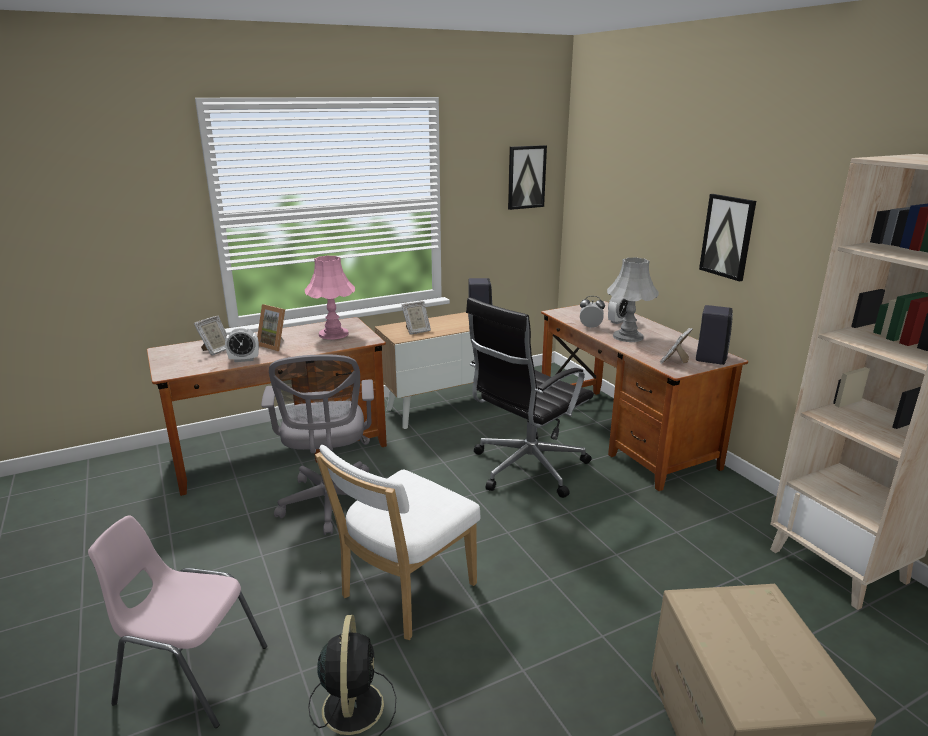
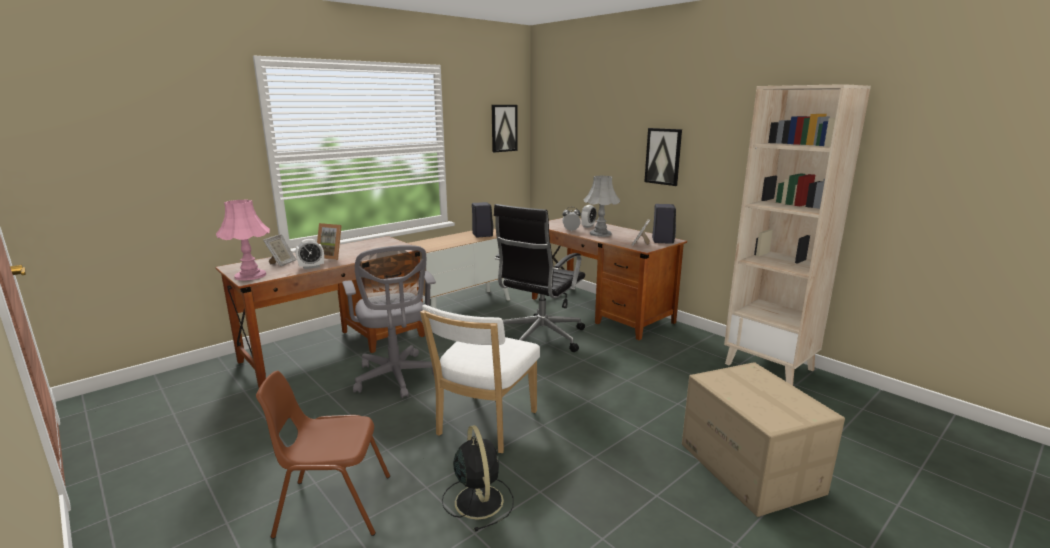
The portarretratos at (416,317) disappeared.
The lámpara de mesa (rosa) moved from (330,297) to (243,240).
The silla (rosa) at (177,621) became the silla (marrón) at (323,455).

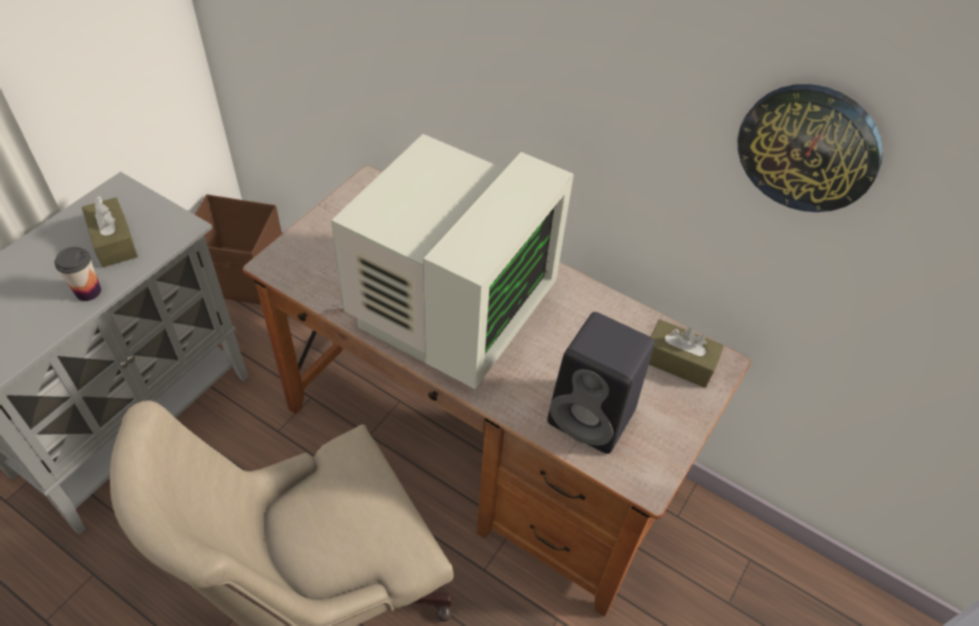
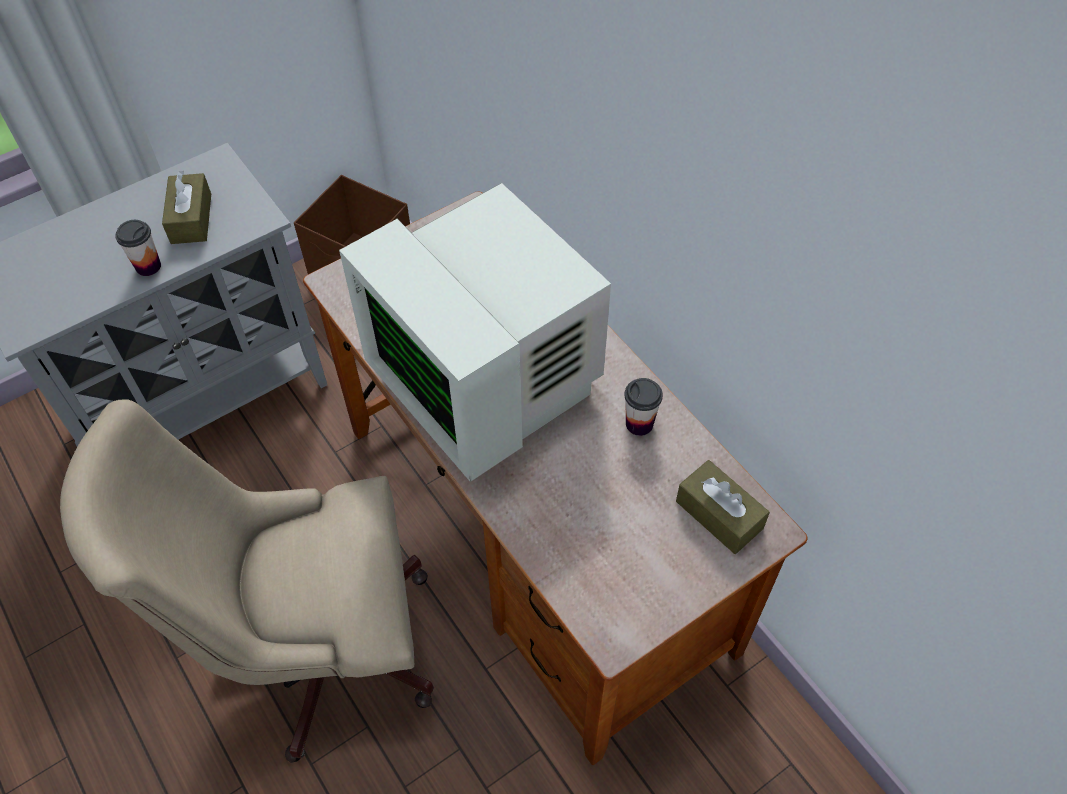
The altavoz (negro) at (601,383) disappeared.
The reloj de pared at (810,148) disappeared.
The taza at (643,407) appeared.
The monitor at (452,261) turned 90 degrees clockwise.

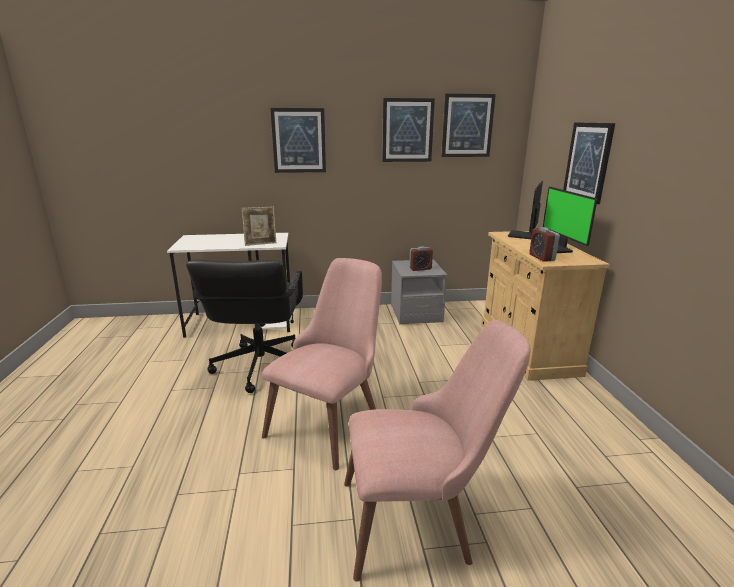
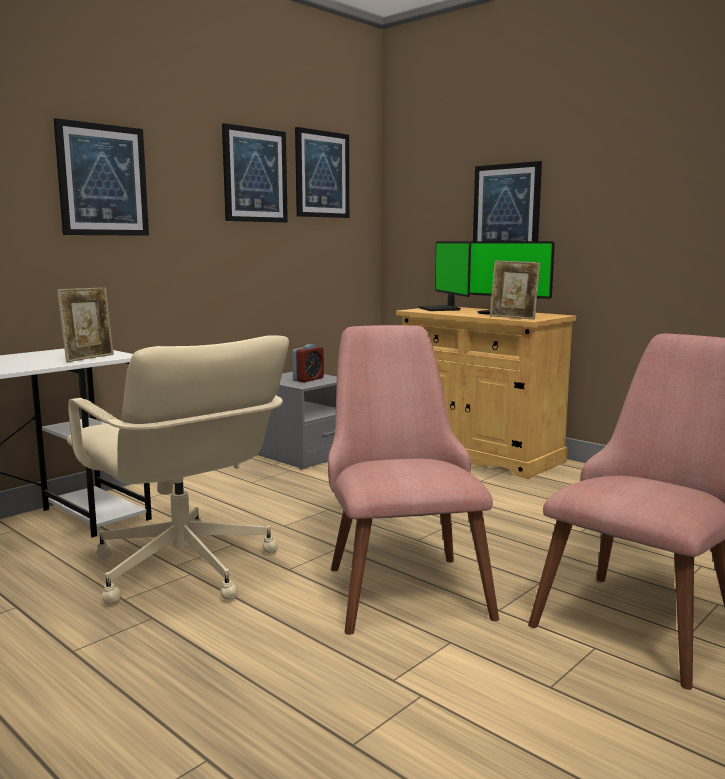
The despertador at (544,244) was replaced by the portarretratos at (515,290).
The silla de oficina (negro) at (244,326) became the silla de oficina (beis) at (178,469).

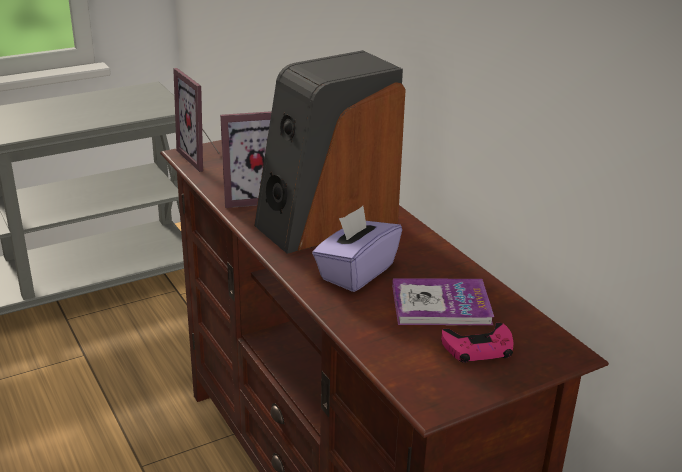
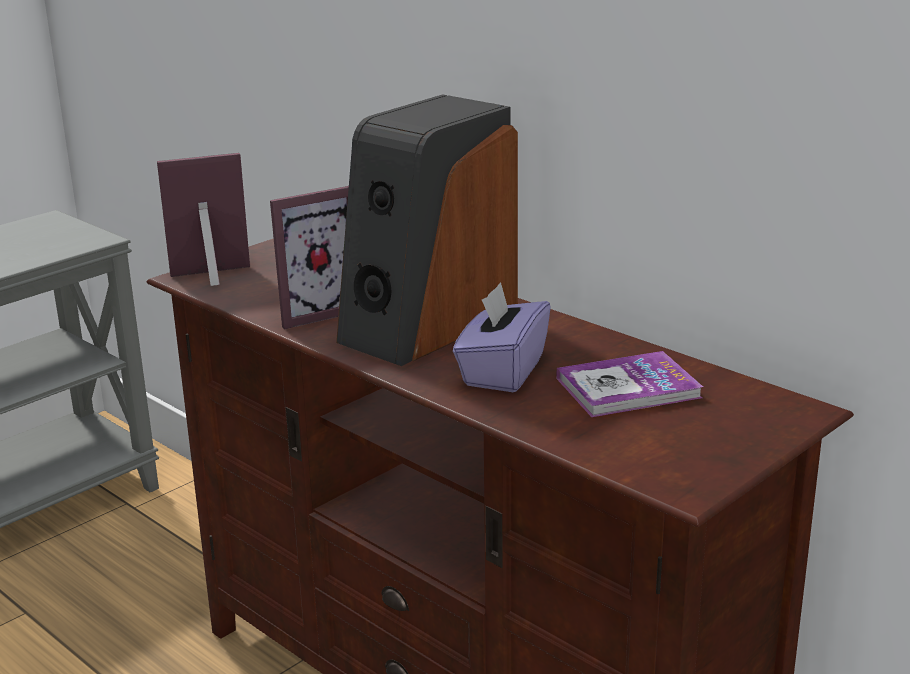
The mando de consola (rosa) at (477,343) disappeared.
The portarretratos at (196,120) turned 120 degrees clockwise.

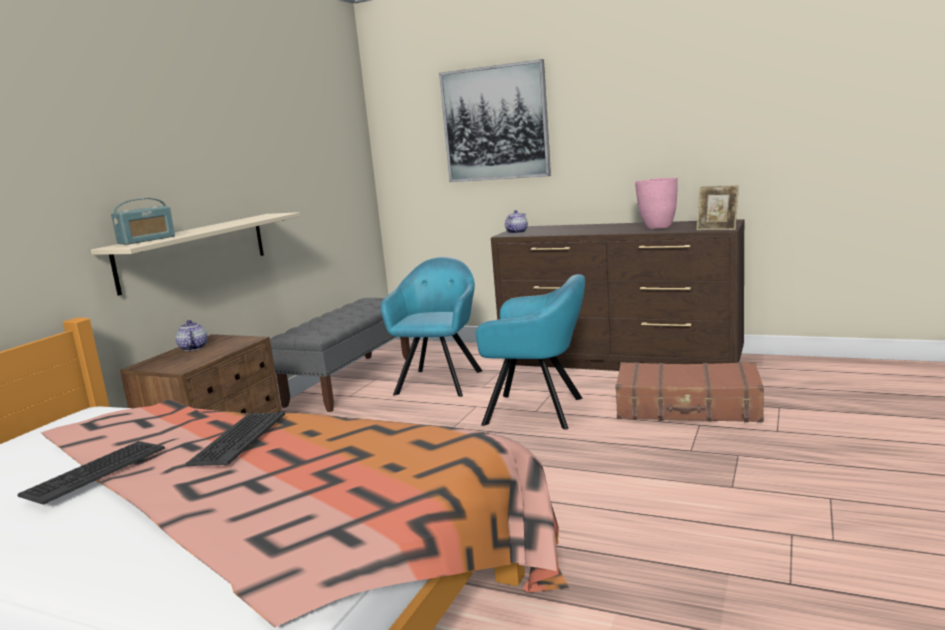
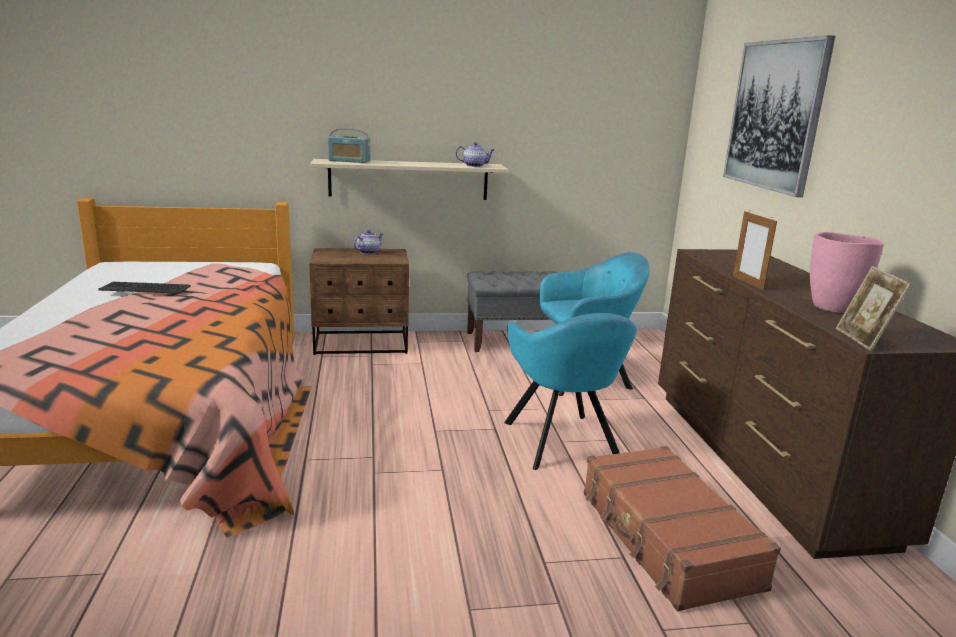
The teclado at (235,439) disappeared.
The portarretratos at (755,250) appeared.
The tetera moved from (516,222) to (475,154).

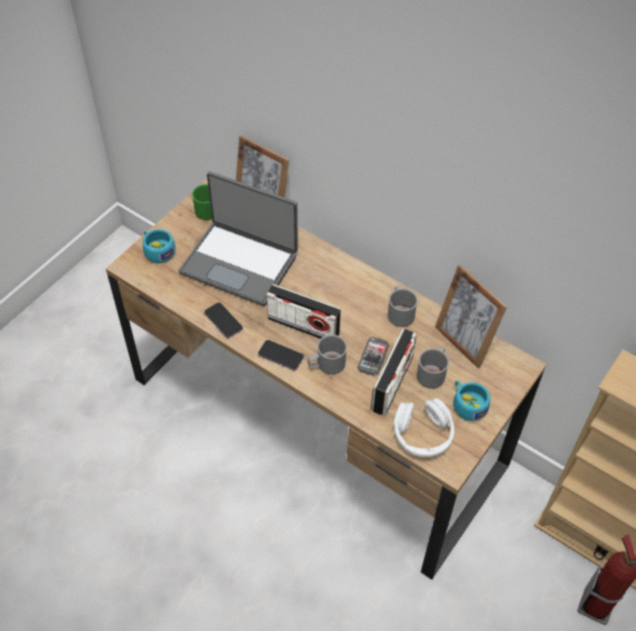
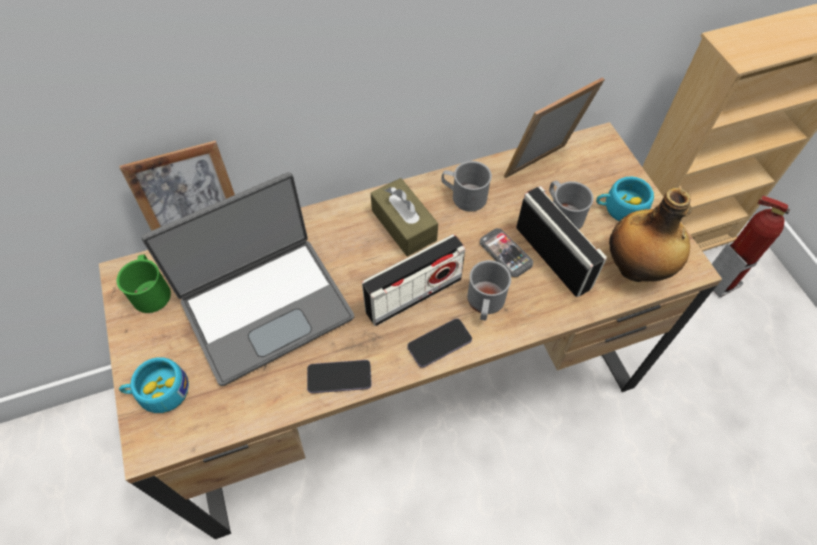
The caja de pañuelos (marrón) at (404,217) appeared.
The auriculares (blanco) at (423,427) was replaced by the botella at (650,235).
The portarretratos at (471,316) turned 150 degrees clockwise.

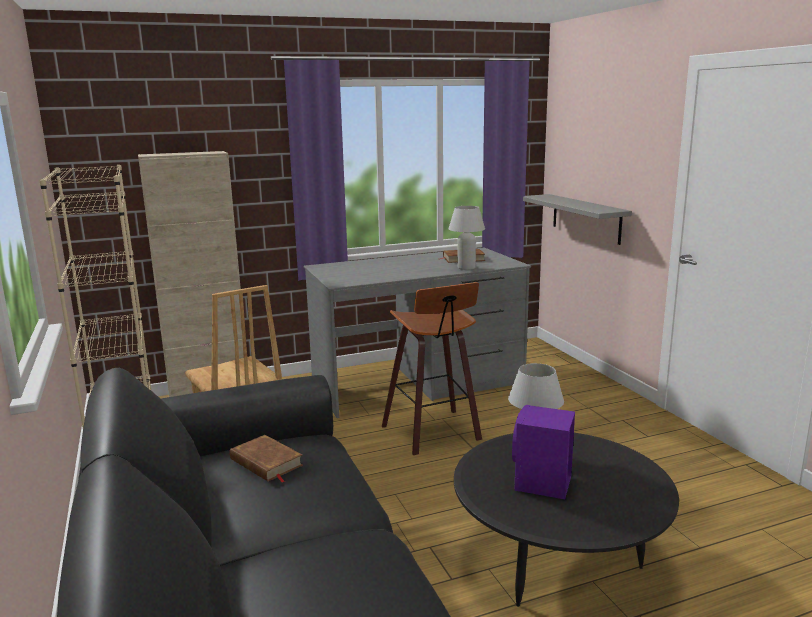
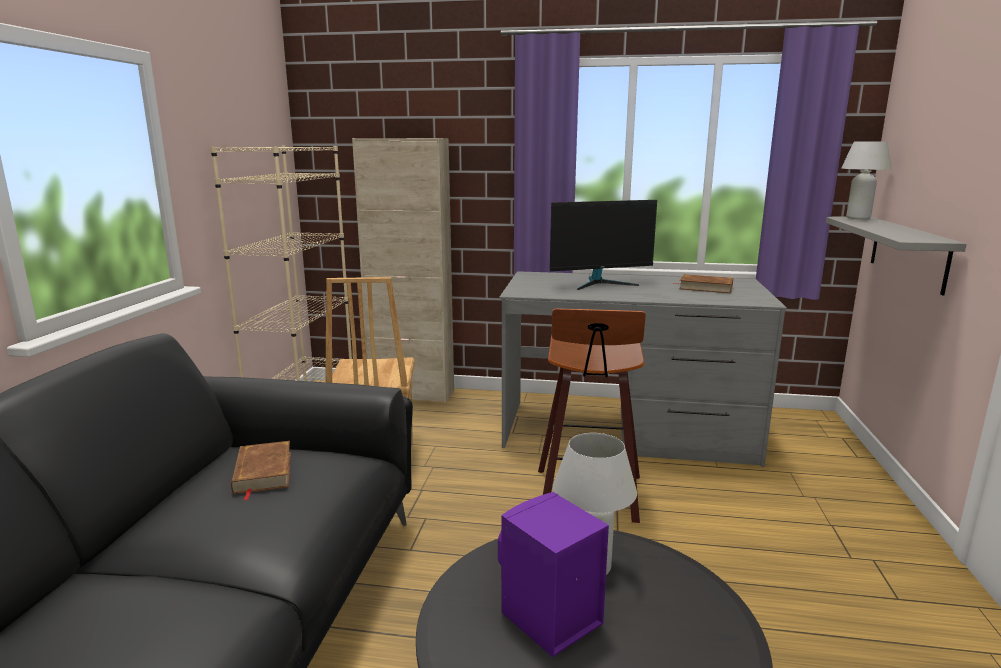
The monitor at (603,245) appeared.
The lámpara de mesa (blanco) moved from (467,238) to (866,180).

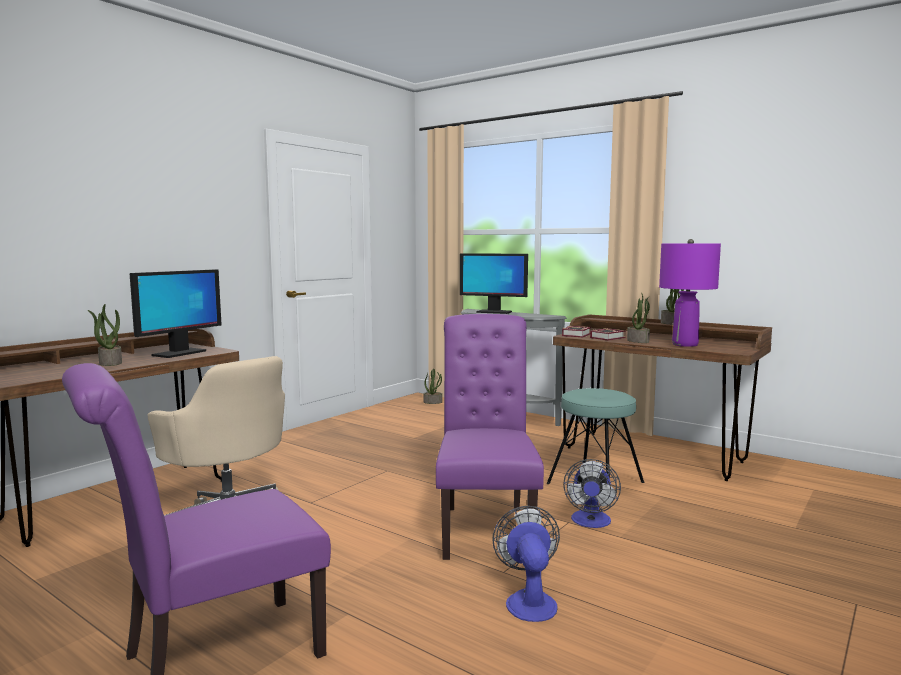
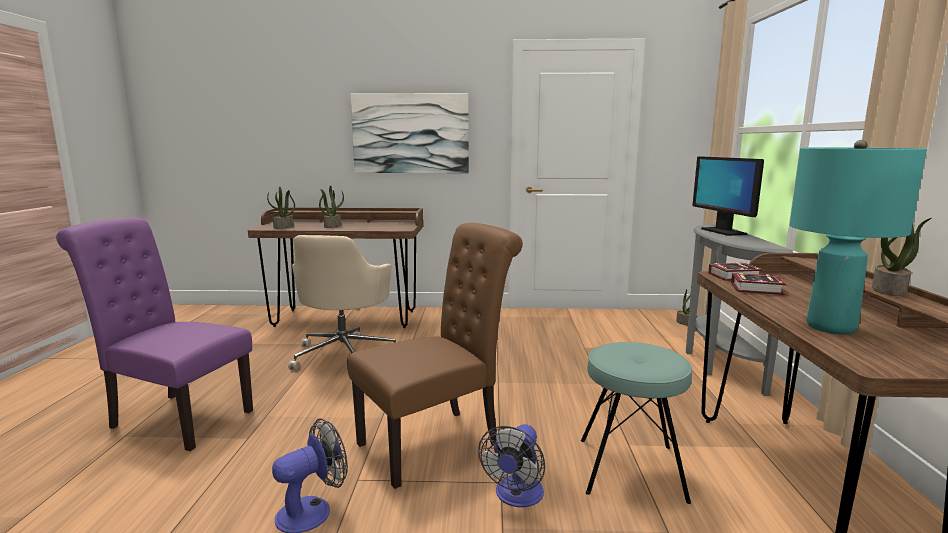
The monitor at (176,313) disappeared.
The cuadro at (410,133) appeared.
The planta en maceta moved from (638,318) to (281,208).
The silla (morado) at (490,437) became the silla (marrón) at (435,356).
The lámpara de mesa (morado) at (690,293) became the lámpara de mesa (turquesa) at (858,237).
The ventilador at (592,493) turned 45 degrees counterclockwise.

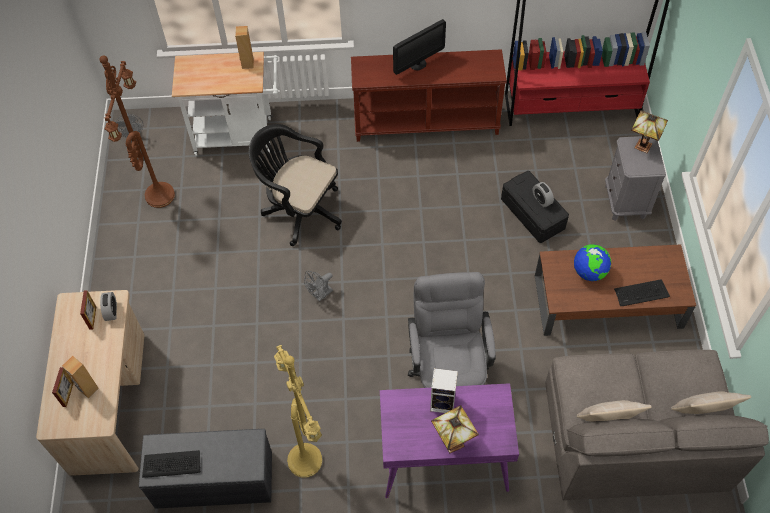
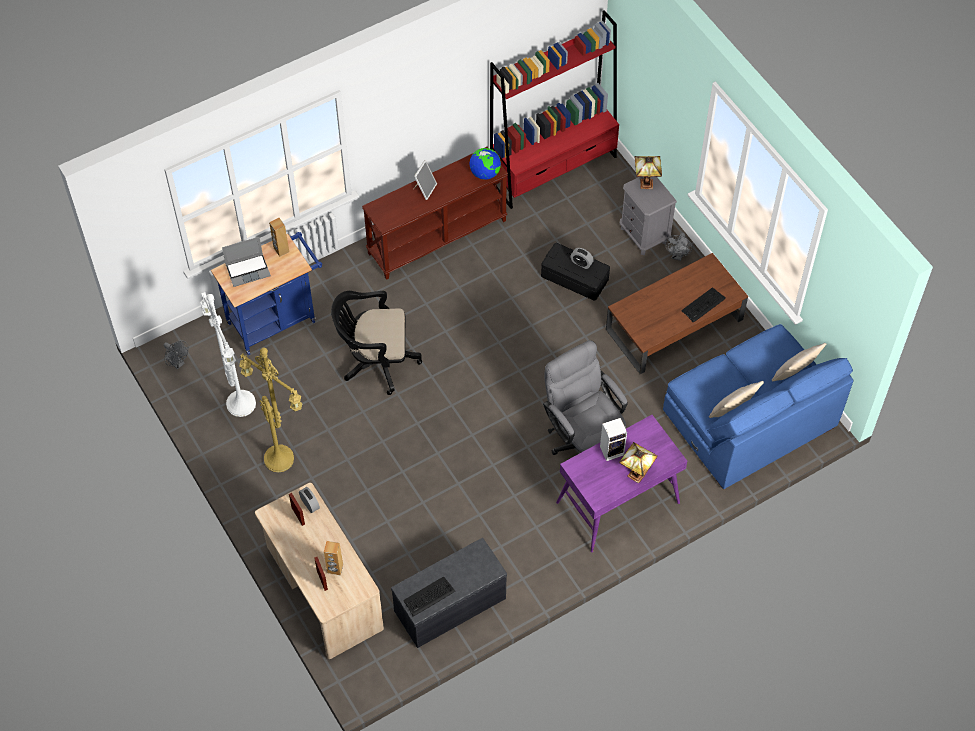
The portátil at (246,262) appeared.
The lámpara de pie (amarillo) moved from (298,411) to (270,410).
The ventilador (gris) moved from (318,286) to (678,246).
The globo terráqueo moved from (592,262) to (485,164).
The monitor at (419,47) was replaced by the portarretratos at (425,180).
The lámpara de pie (marrón) at (137,132) became the lámpara de pie (blanco) at (228,354).
The carrito (blanco) at (225,104) became the carrito (azul) at (266,293).
The sofá (gris) at (657,425) became the sofá (azul) at (758,406).

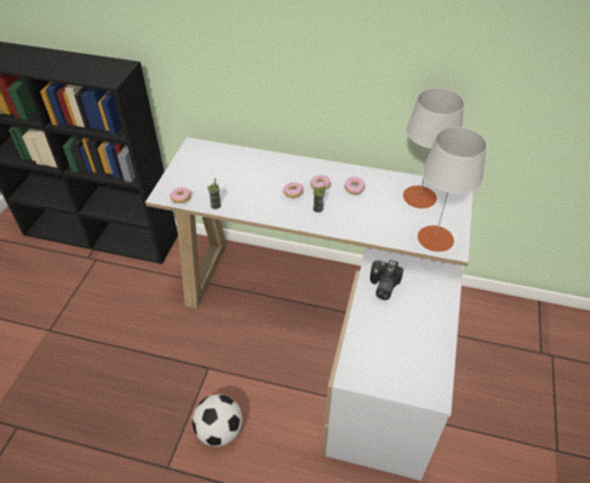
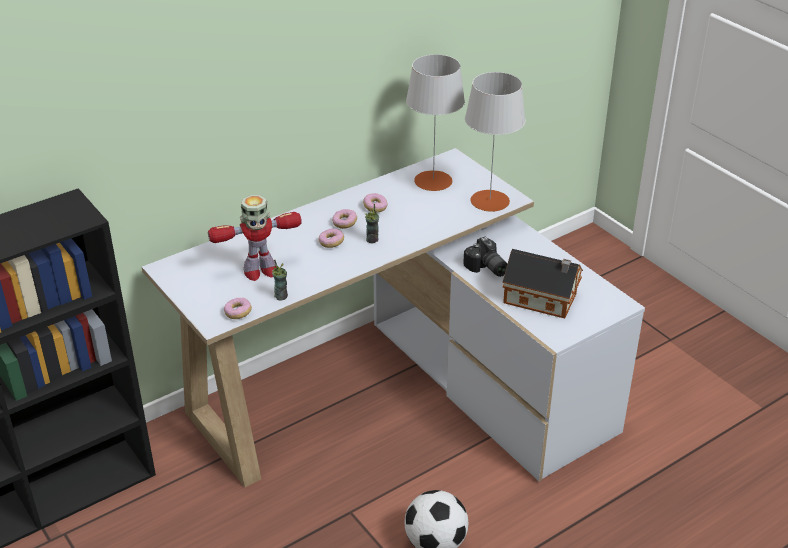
The robot de juguete at (255,238) appeared.
The casita at (542,284) appeared.

